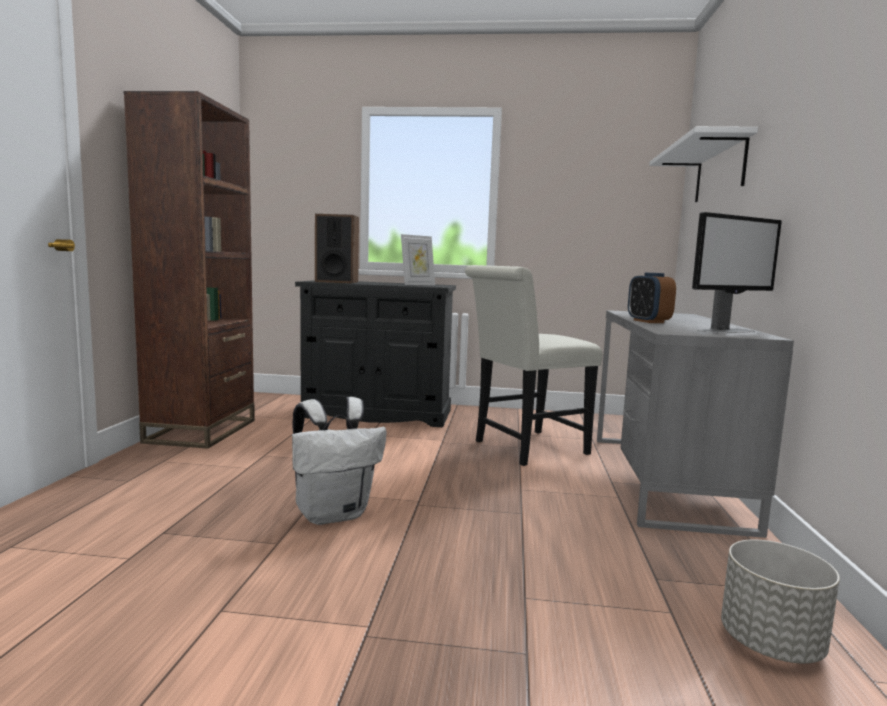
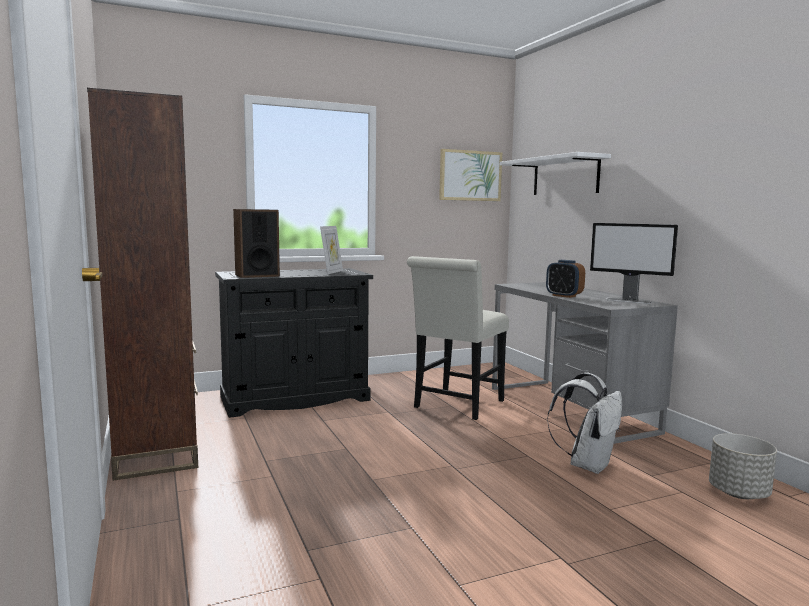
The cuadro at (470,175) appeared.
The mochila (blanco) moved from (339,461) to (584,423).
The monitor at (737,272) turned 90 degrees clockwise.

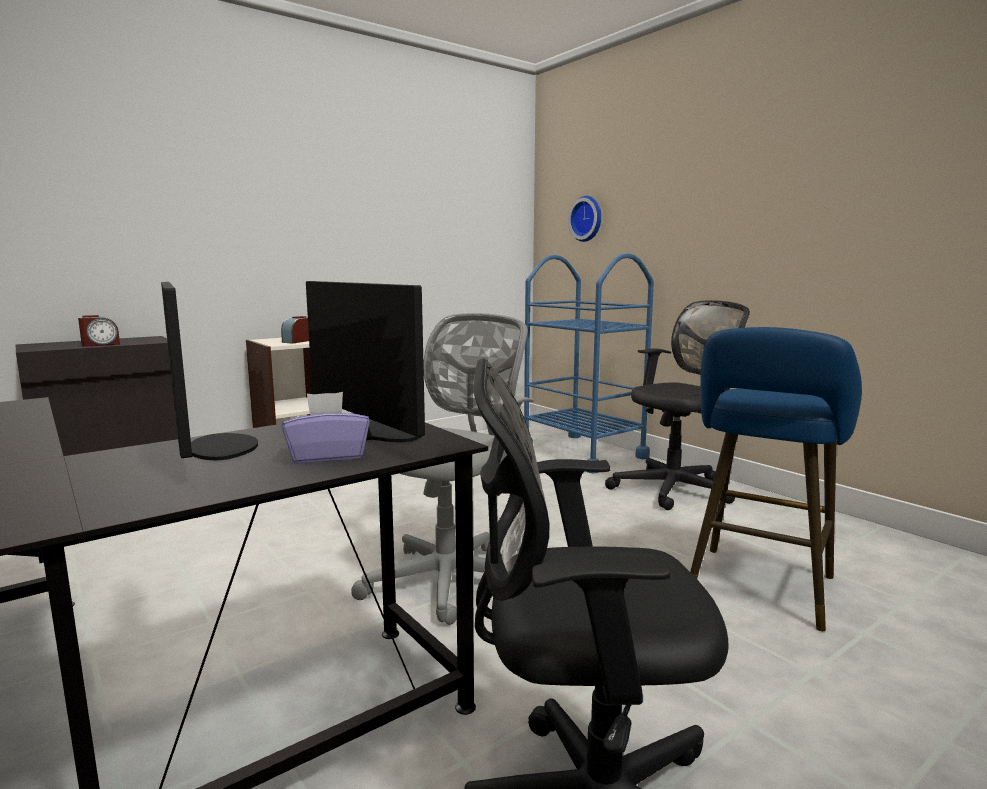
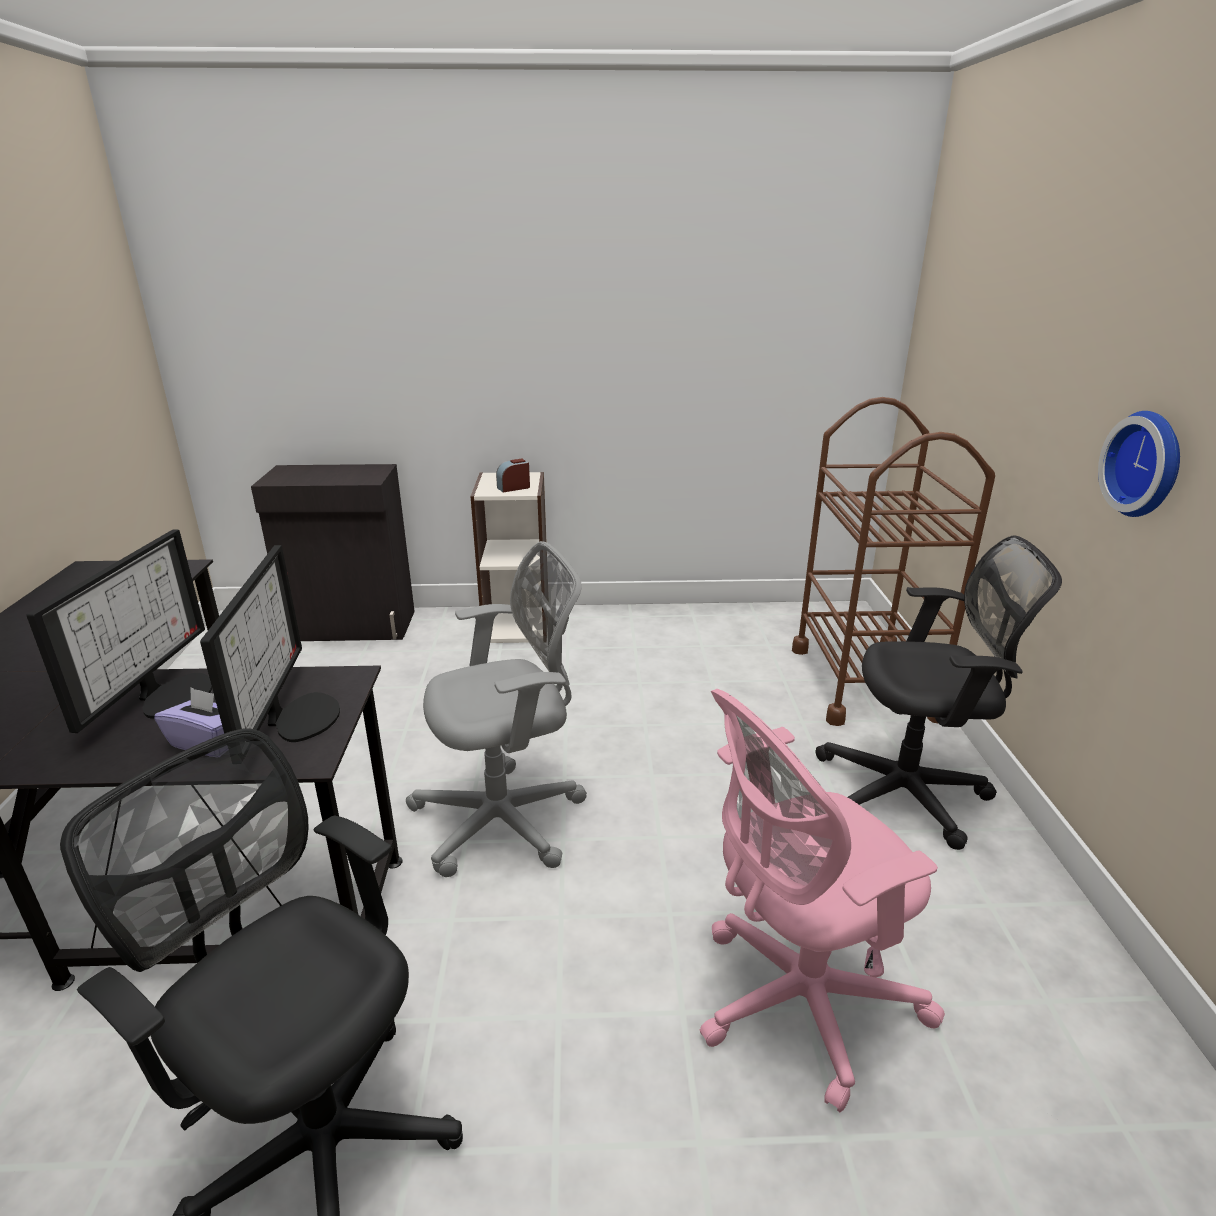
The despertador at (99,331) disappeared.
The reloj de pared moved from (584,219) to (1139,464).
The taburete (azul) at (776,479) was replaced by the silla de oficina (rosa) at (822,900).
The carrito (azul) at (589,363) became the carrito (marrón) at (893,561).

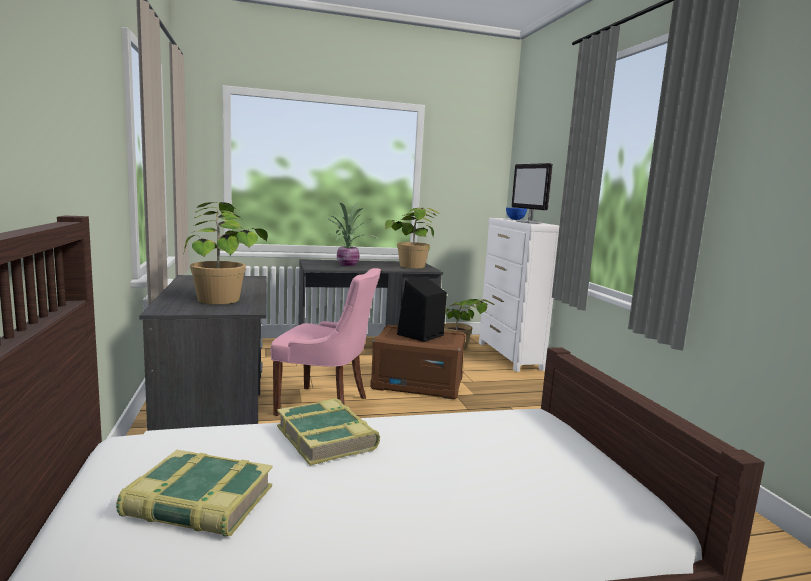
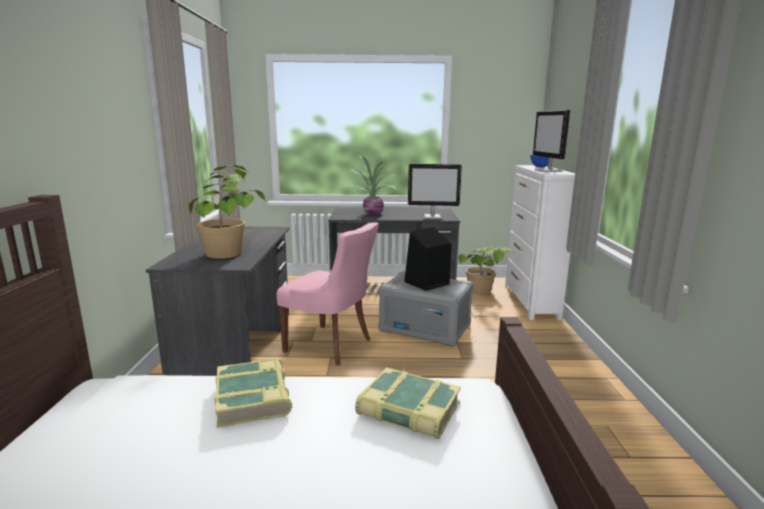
The libro moved from (194,493) to (408,403).
The planta en maceta at (412,238) was replaced by the monitor at (435,191).
The caja de almacenaje (marrón) at (418,362) became the caja de almacenaje (gris) at (426,309).

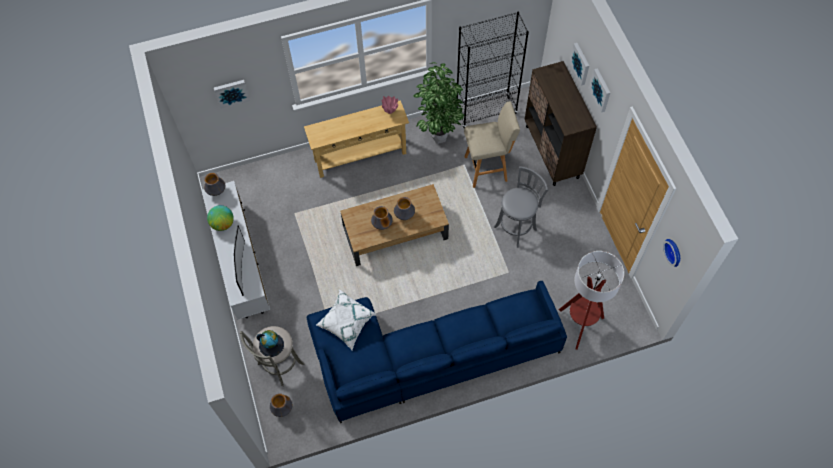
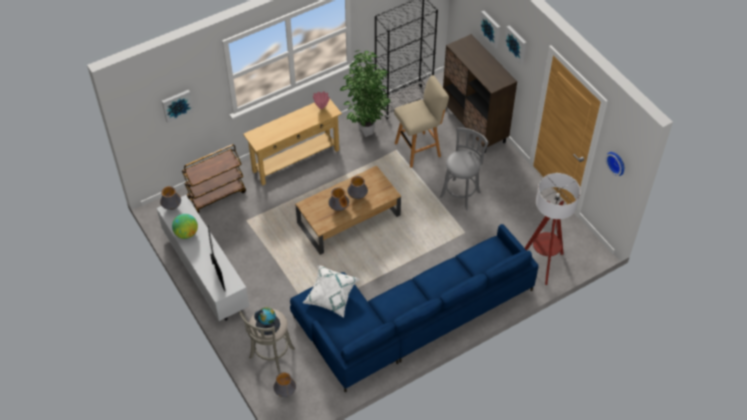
The carrito (marrón) at (214,179) appeared.

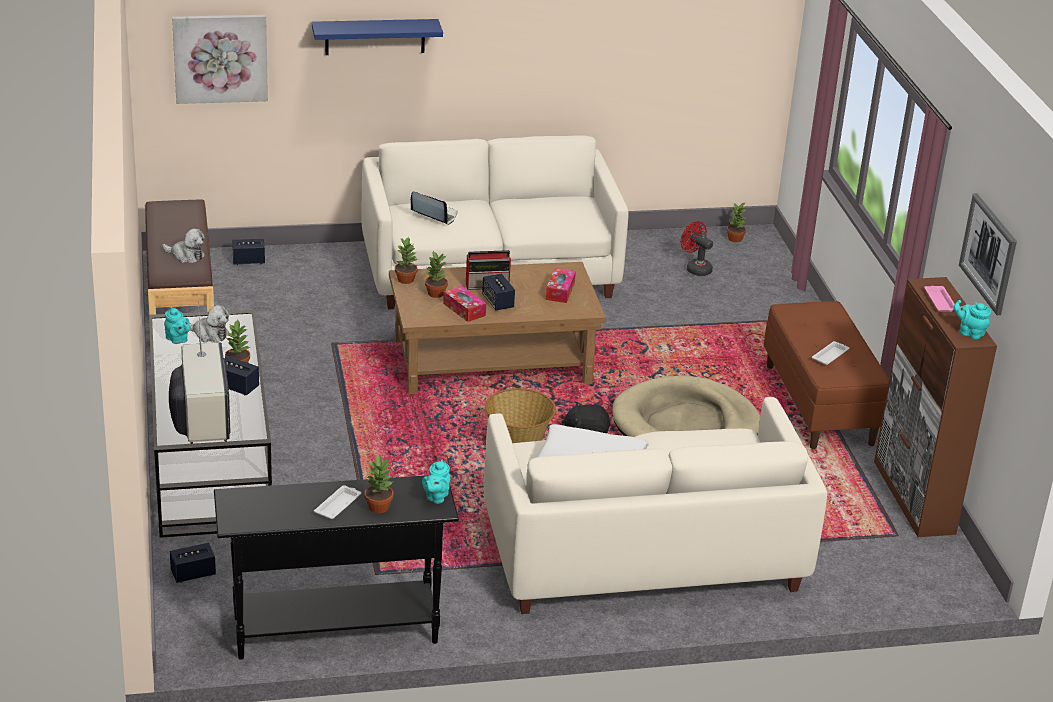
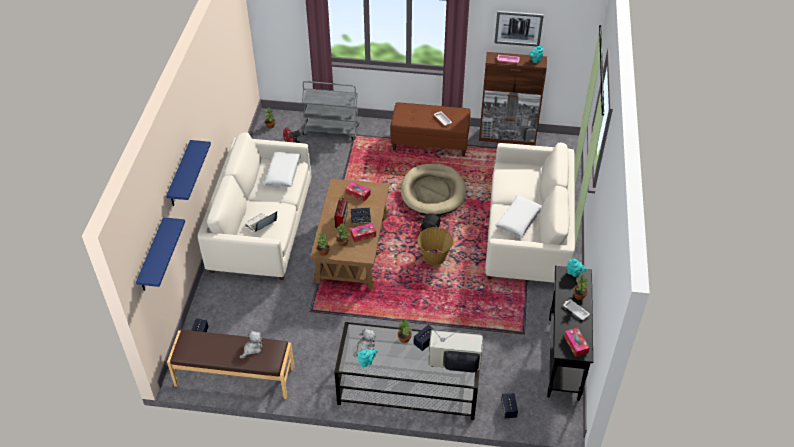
The cojín (blanco) at (282,169) appeared.
The carrito (gris) at (330,110) appeared.
The caja de pañuelos at (577,342) appeared.
The cuadro at (220,59) was replaced by the estante (azul) at (160,254).

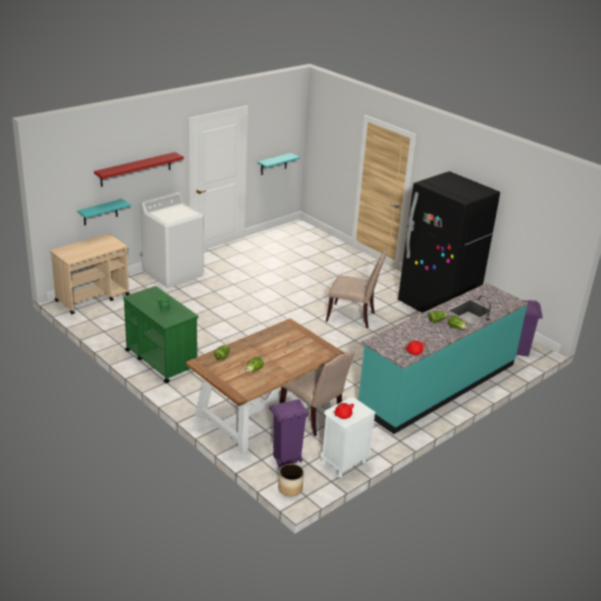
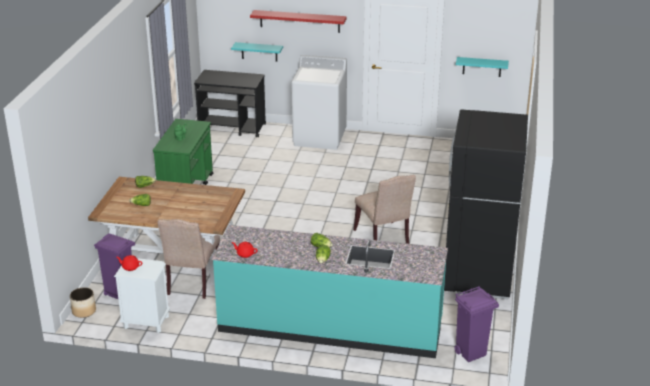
The carrito (beis) at (89,273) became the carrito (negro) at (230,103).

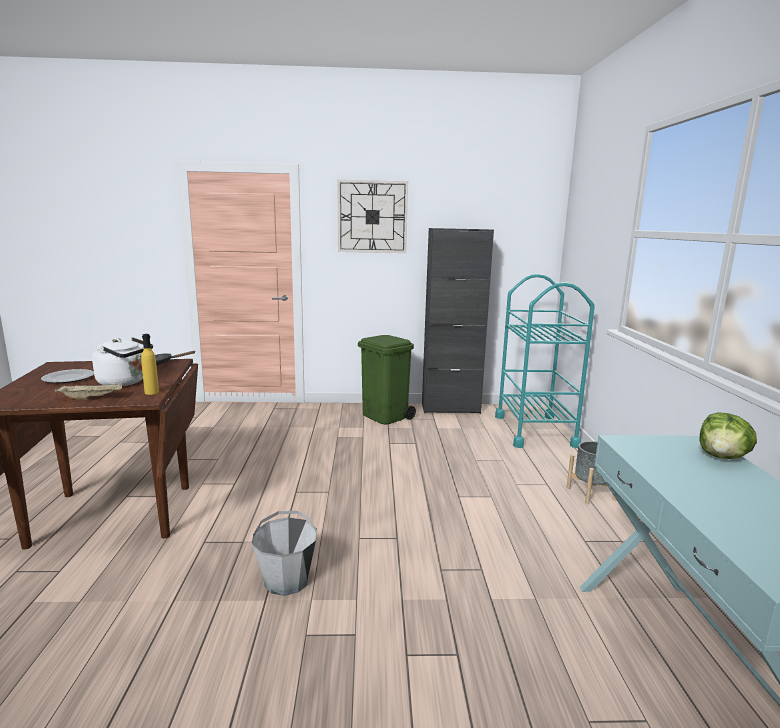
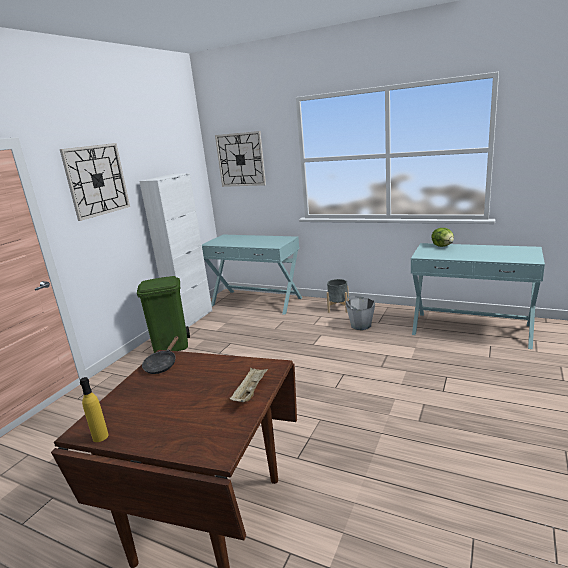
The plato at (67,376) disappeared.
The hervidor (blanco) at (122,361) disappeared.
The reloj de pared at (240,159) appeared.
The botella (amarillo) moved from (150,364) to (94,409).
The cubo (gris) moved from (284,553) to (360,313).
The carrito (turquesa) at (545,361) was replaced by the mesa consola (turquesa) at (252,275).
The armario (negro) at (458,321) became the armario (blanco) at (175,250).

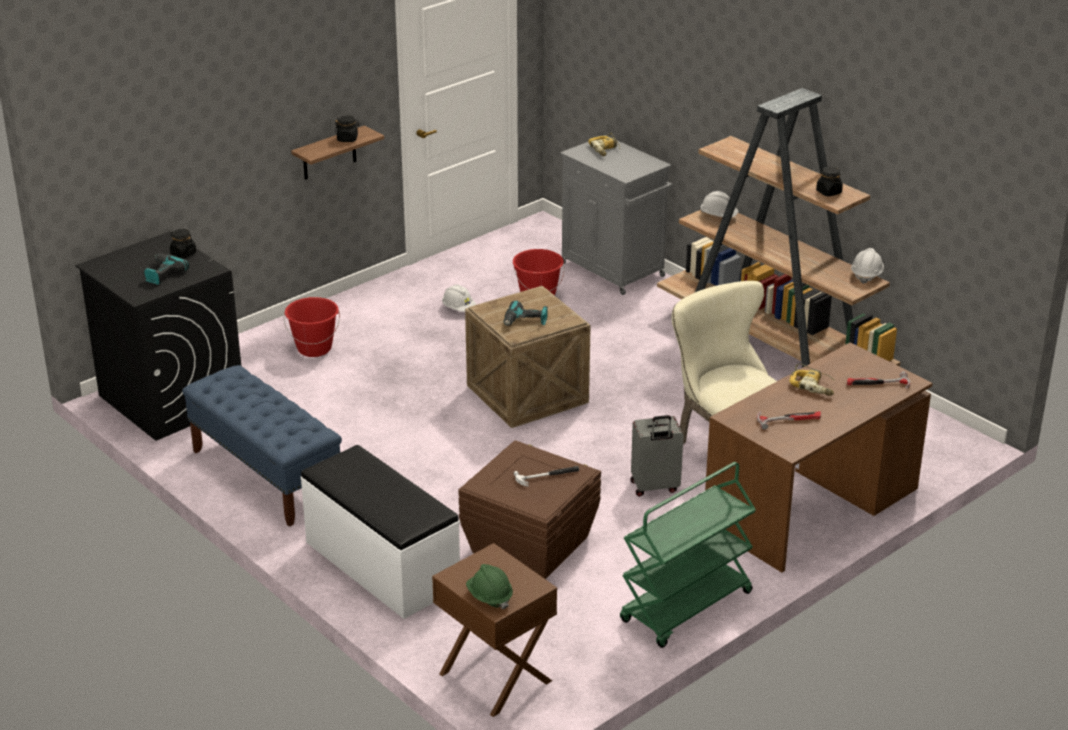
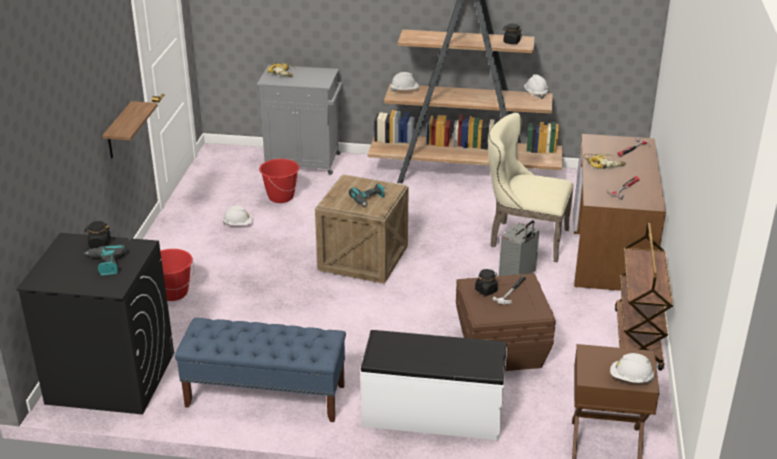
The tarro (negro) moved from (347,129) to (486,282).
The casco (verde) at (489,586) became the casco (blanco) at (632,368).
The carrito (verde) at (688,555) became the carrito (marrón) at (644,297).

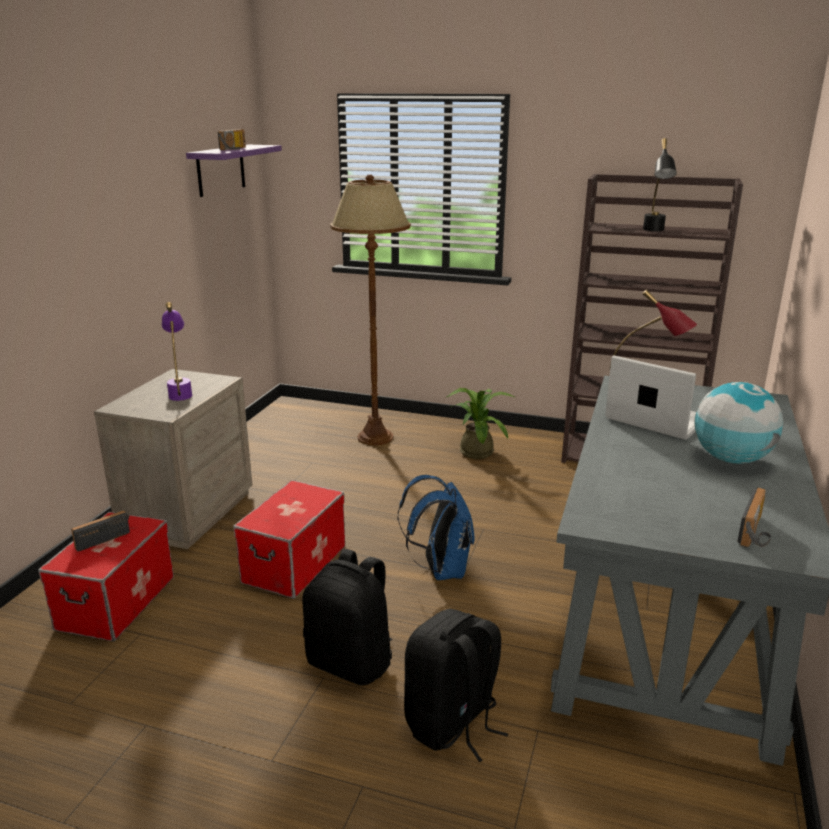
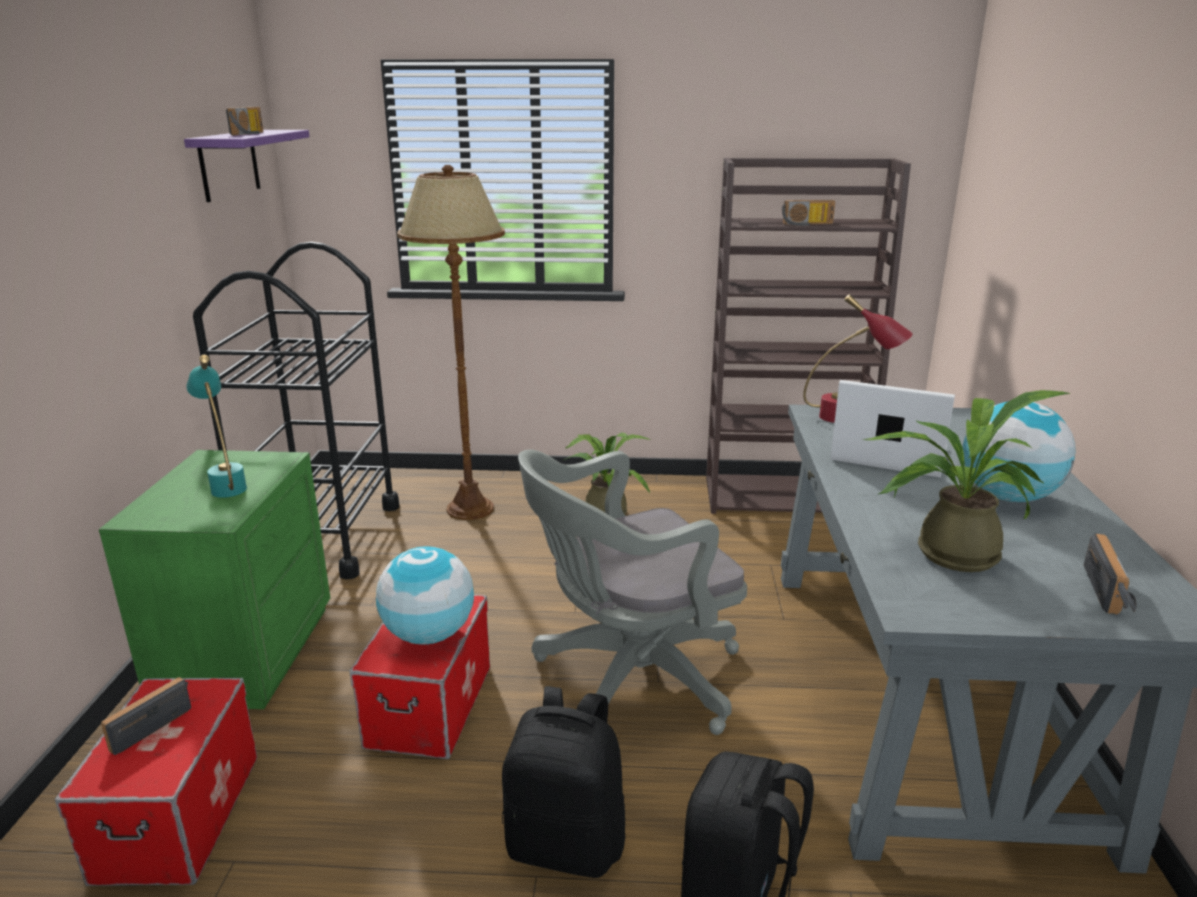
The carrito (negro) at (296,410) appeared.
The globo terráqueo at (425,595) appeared.
The planta en maceta at (966,481) appeared.
The mochila (azul) at (436,527) was replaced by the silla de oficina (gris) at (632,592).
The lámpara de mesa (negro) at (660,184) was replaced by the radio at (808,213).
The mesita de noche (beis) at (173,459) became the mesita de noche (verde) at (214,579).
The lámpara de mesa (morado) at (177,351) became the lámpara de mesa (turquesa) at (216,426).

